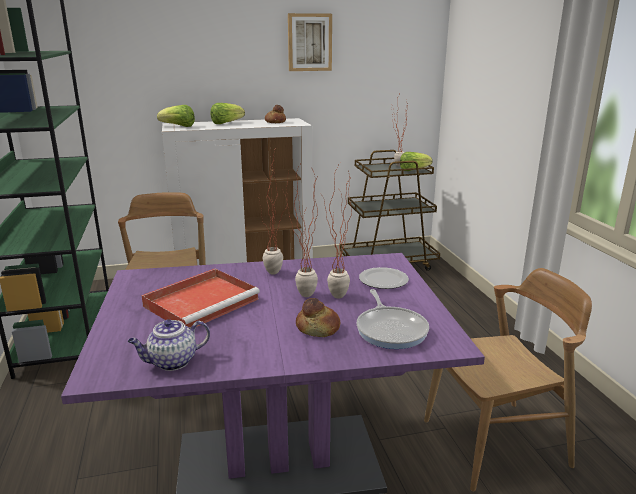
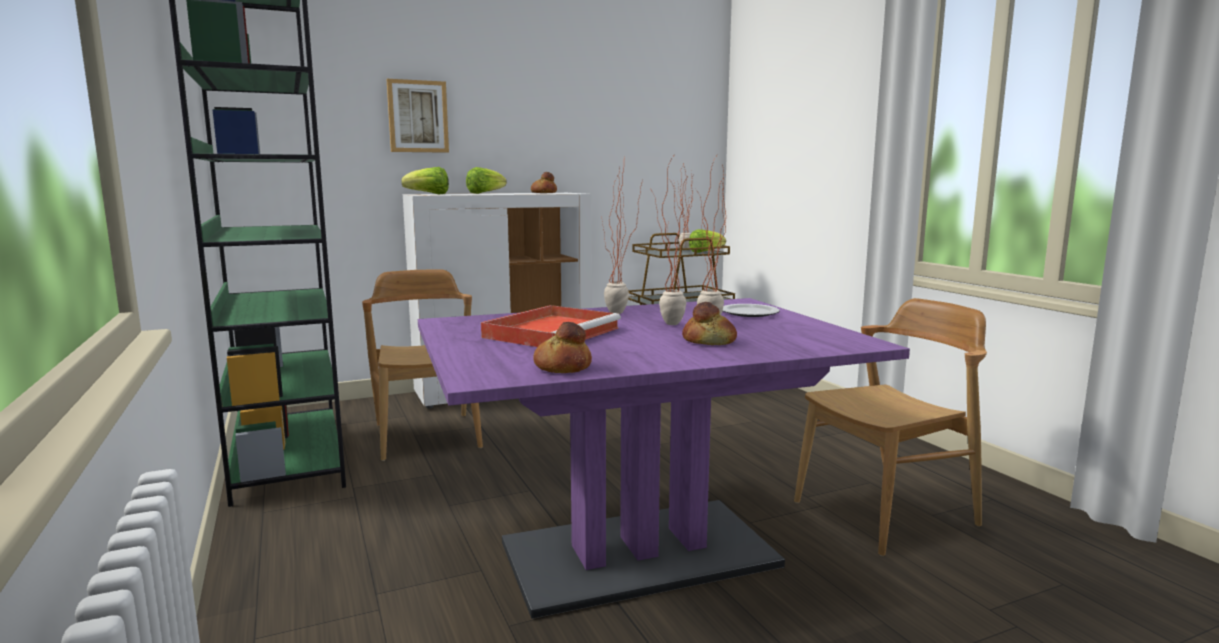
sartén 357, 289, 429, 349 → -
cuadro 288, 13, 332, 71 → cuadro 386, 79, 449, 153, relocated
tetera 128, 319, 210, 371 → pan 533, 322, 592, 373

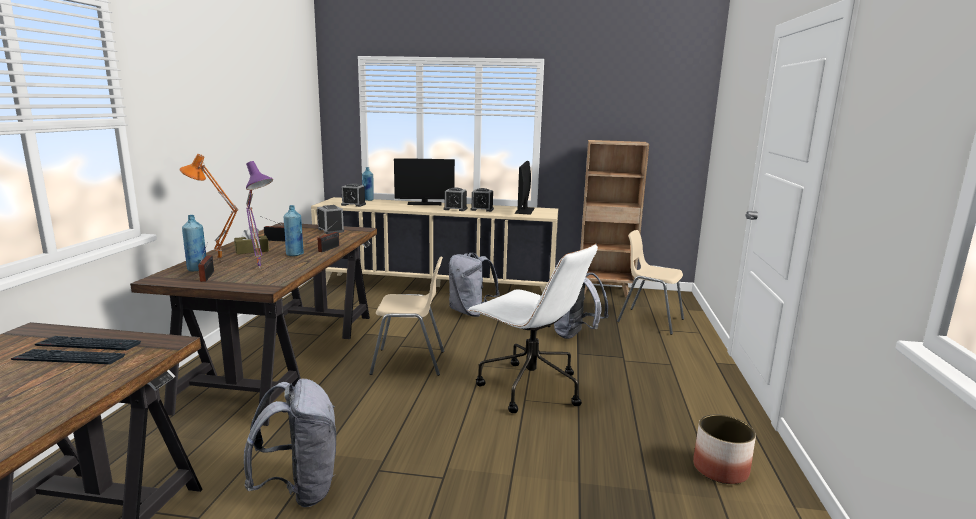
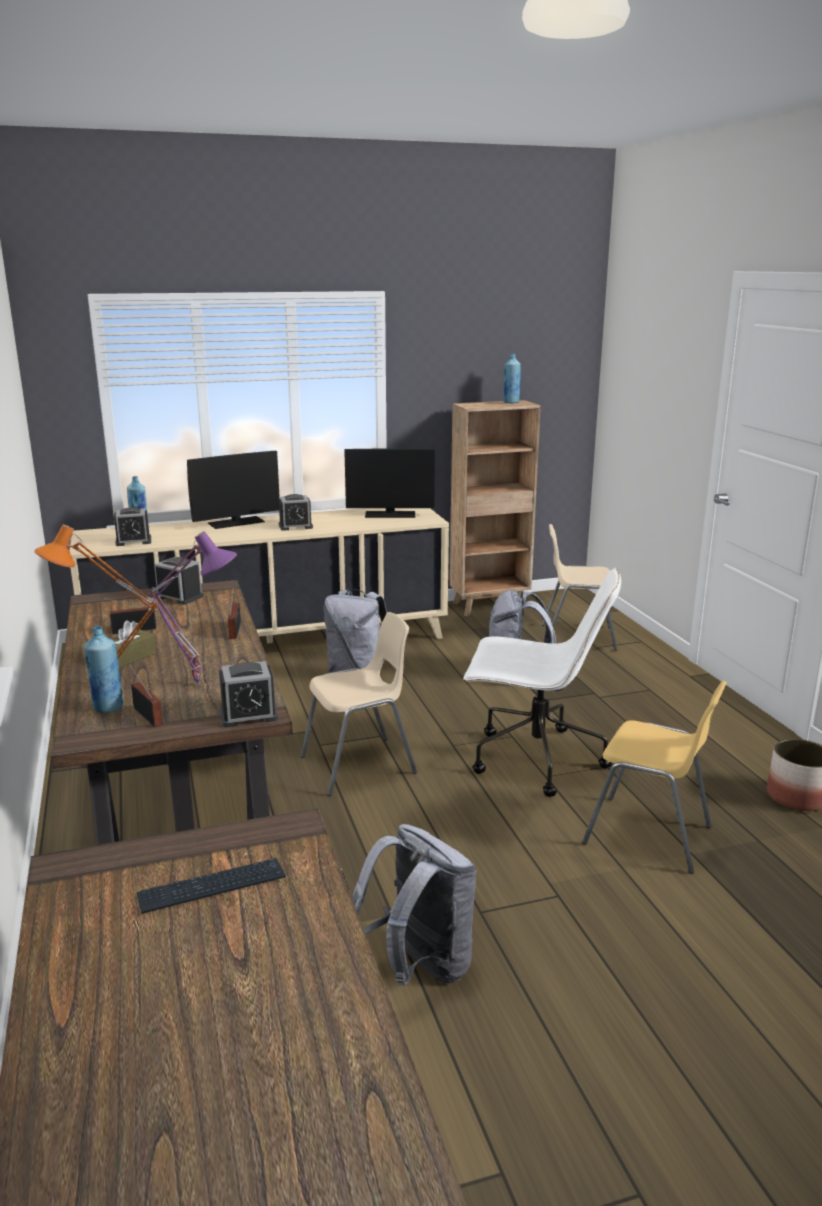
teclado 35, 336, 141, 350 → -
- → silla [amarillo] 582, 681, 727, 874
botella [azul] 284, 205, 304, 256 → botella [azul] 504, 353, 521, 404, relocated
despertador 470, 188, 494, 212 → despertador 219, 661, 278, 728, relocated
monitor 515, 161, 534, 215 → monitor 344, 449, 435, 518, 75 degrees counterclockwise

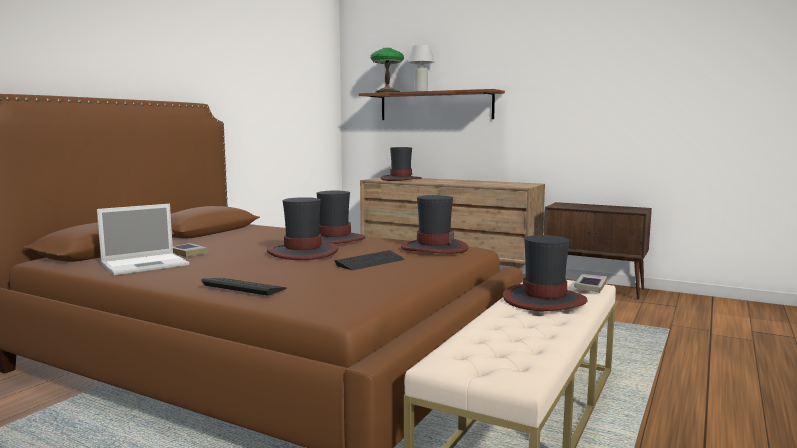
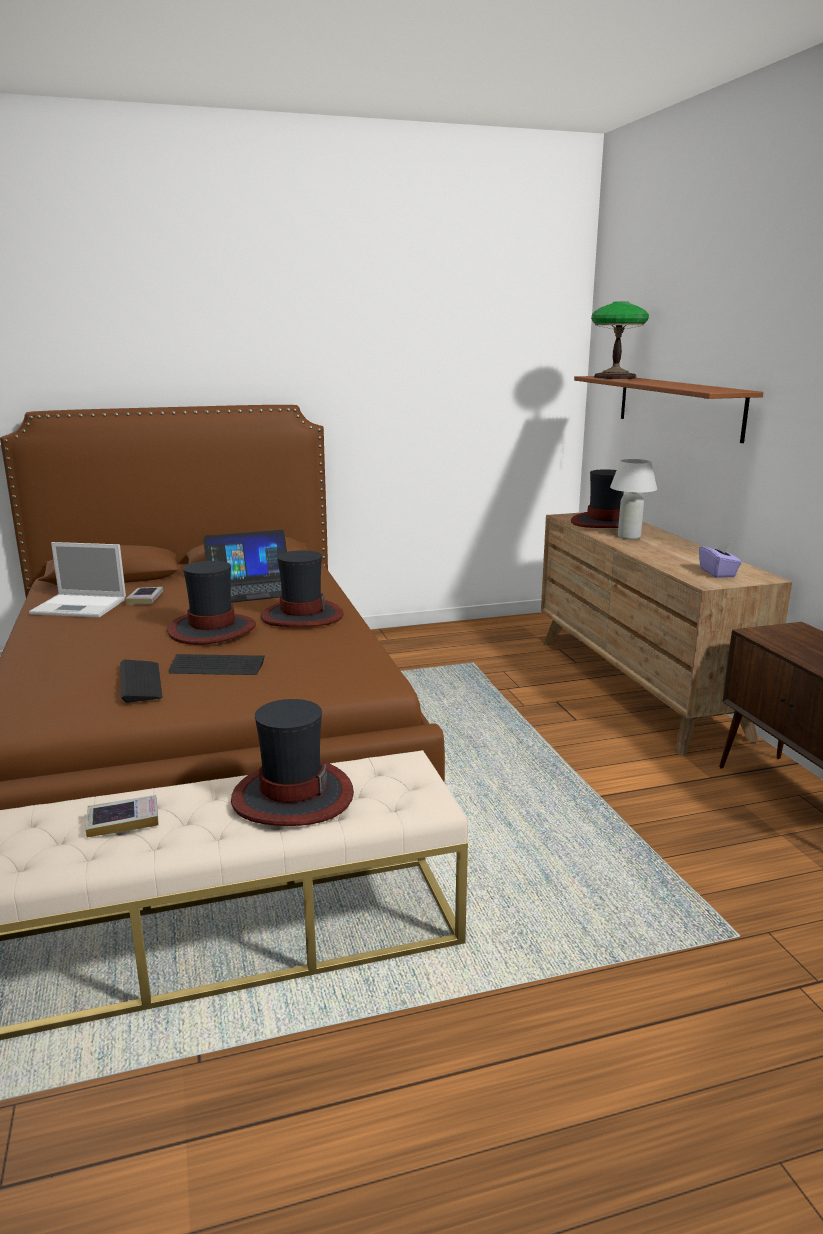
sombrero 401, 195, 468, 254 → -
- → portátil 203, 530, 287, 603
- → caja de pañuelos [morado] 699, 540, 742, 578
teclado 201, 278, 287, 296 → teclado 120, 660, 163, 703, relocated
lámpara de mesa [blanco] 408, 45, 435, 91 → lámpara de mesa [blanco] 610, 459, 657, 540, relocated
libro 574, 274, 607, 293 → libro 86, 795, 159, 838, relocated

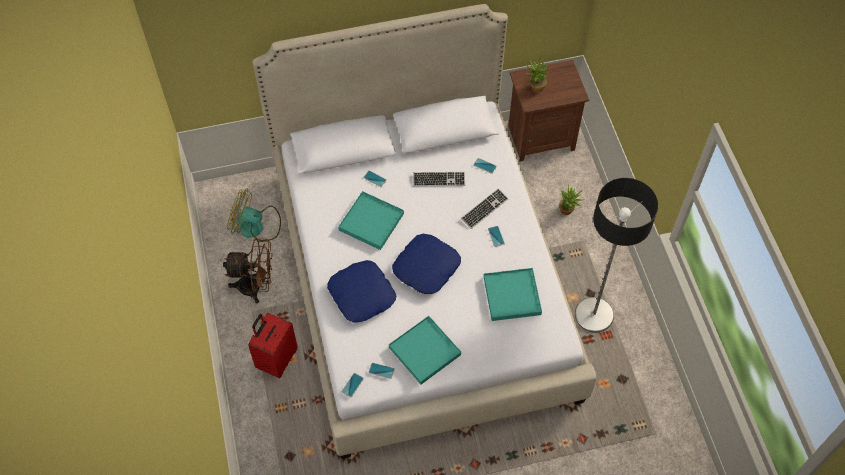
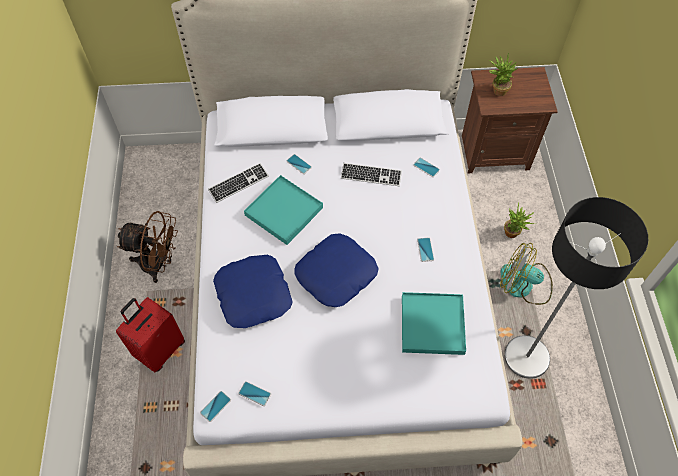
bandeja [turquesa] 389, 316, 461, 385 → -
ventilador 227, 189, 281, 241 → ventilador 500, 243, 553, 305, relocated
teclado 461, 188, 509, 229 → teclado 208, 163, 269, 203, relocated

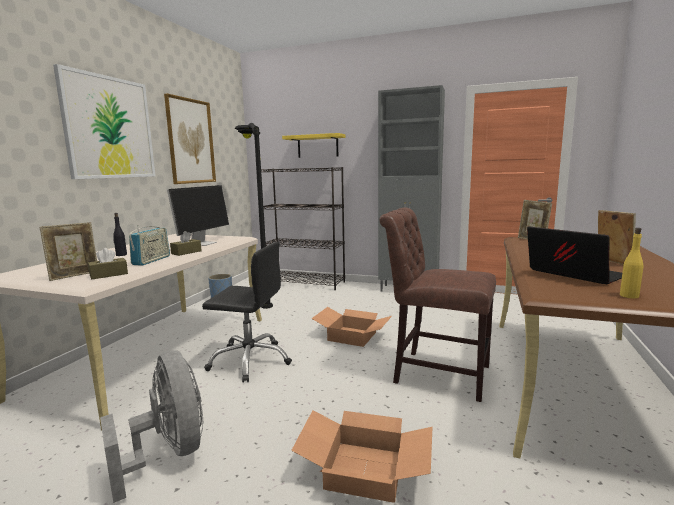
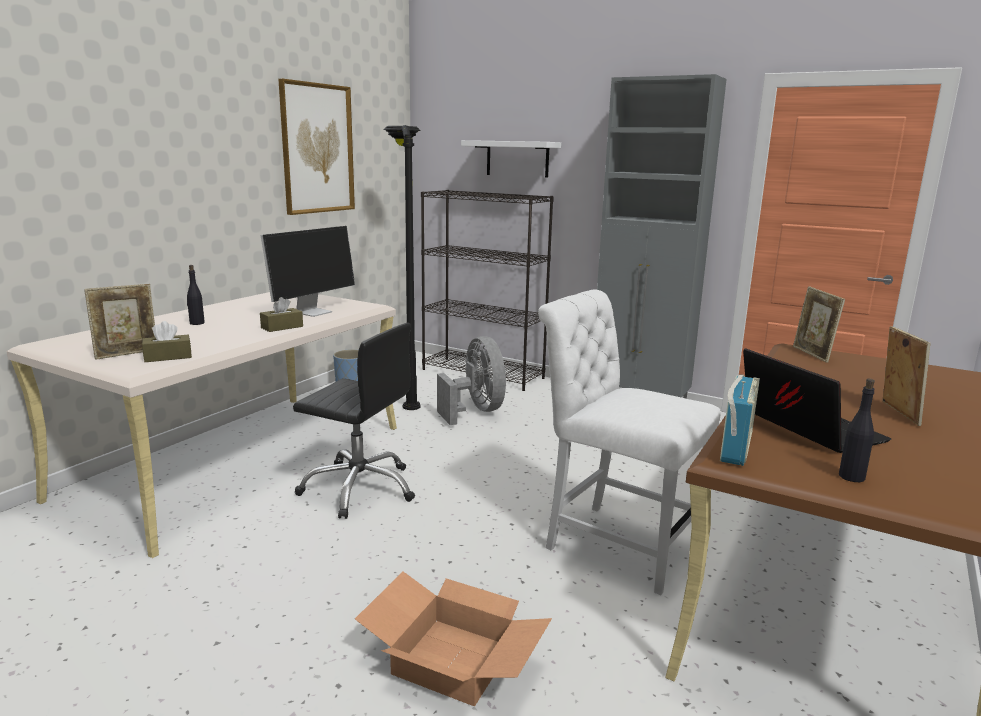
cuadro 53, 64, 156, 179 → -
caja de cartón 311, 307, 392, 347 → -
ventilador [gris] 100, 351, 203, 503 → ventilador [gris] 437, 336, 506, 425, relocated
radio 129, 225, 170, 266 → radio 720, 375, 760, 466, relocated
estante [amarillo] 282, 133, 346, 158 → estante [blanco] 461, 140, 561, 178
silla [marrón] 379, 208, 496, 402 → silla [blanco] 538, 289, 721, 595
botella [amarillo] 620, 228, 643, 299 → botella [negro] 839, 379, 875, 482

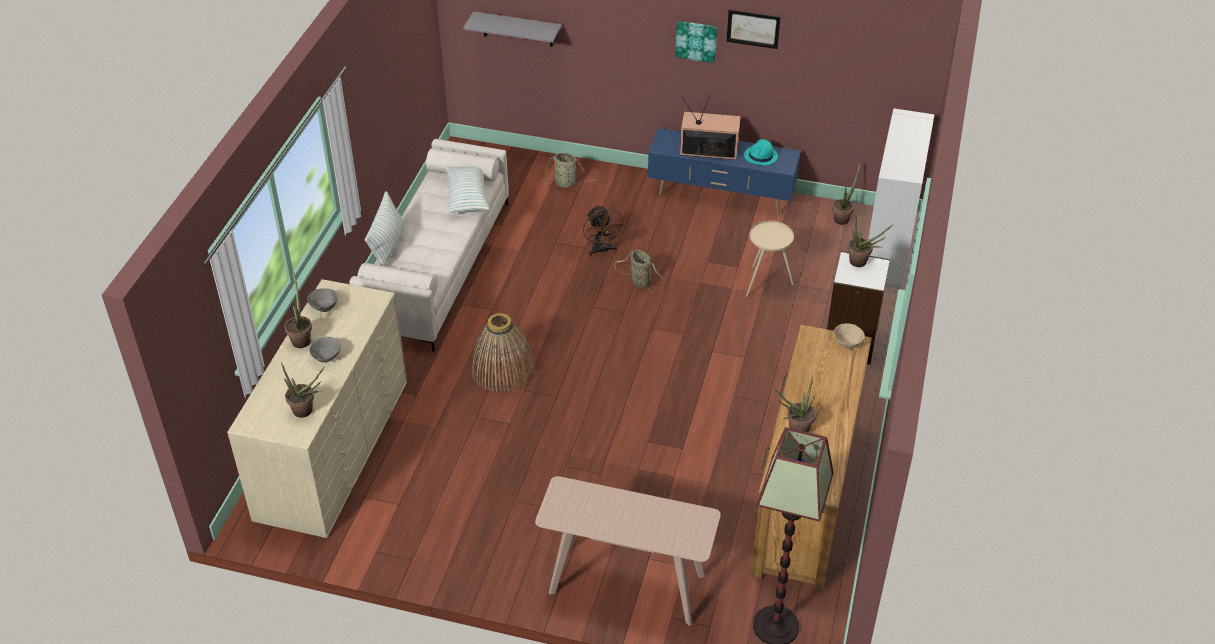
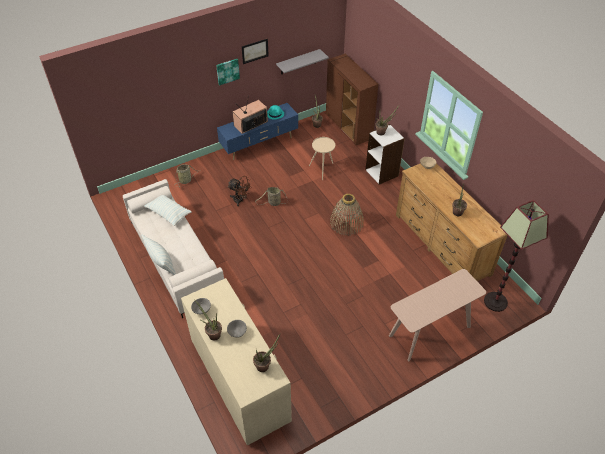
estante [gris] 463, 11, 561, 46 → estante [gris] 276, 49, 329, 75, relocated
cesta 471, 313, 535, 393 → cesta 330, 194, 364, 235, relocated
armario [blanco] 868, 108, 934, 289 → armario [marrón] 326, 54, 378, 145

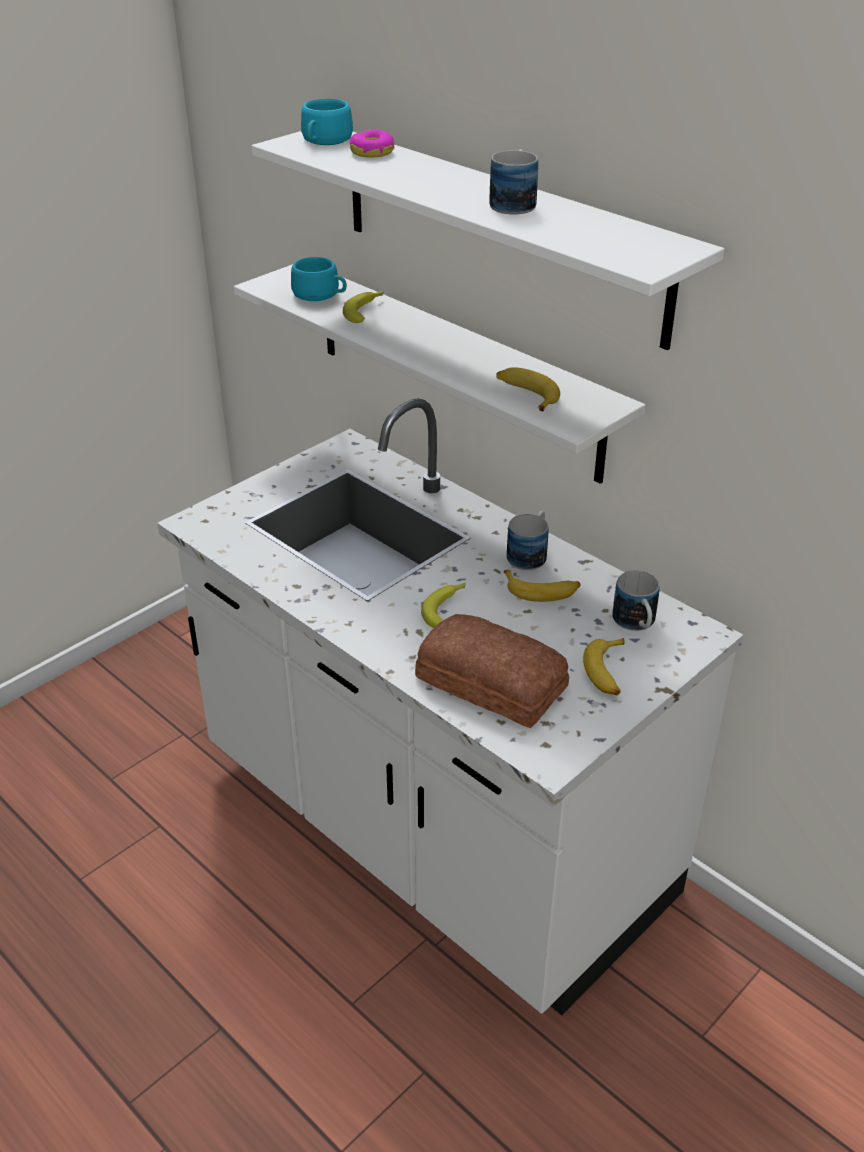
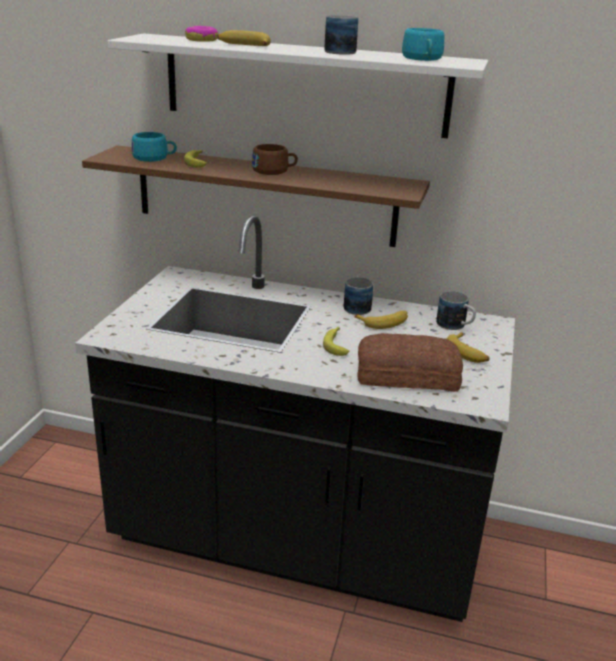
- → taza [marrón] 252, 144, 298, 175
taza [turquesa] 301, 99, 353, 145 → taza [turquesa] 402, 28, 444, 61, relocated
plátano 496, 367, 560, 411 → plátano 218, 30, 271, 46, relocated
mueble bajo de cocina [blanco] 157, 398, 743, 1015 → mueble bajo de cocina [negro] 75, 215, 515, 622
estante [blanco] 234, 264, 646, 484 → estante [marrón] 82, 145, 430, 247

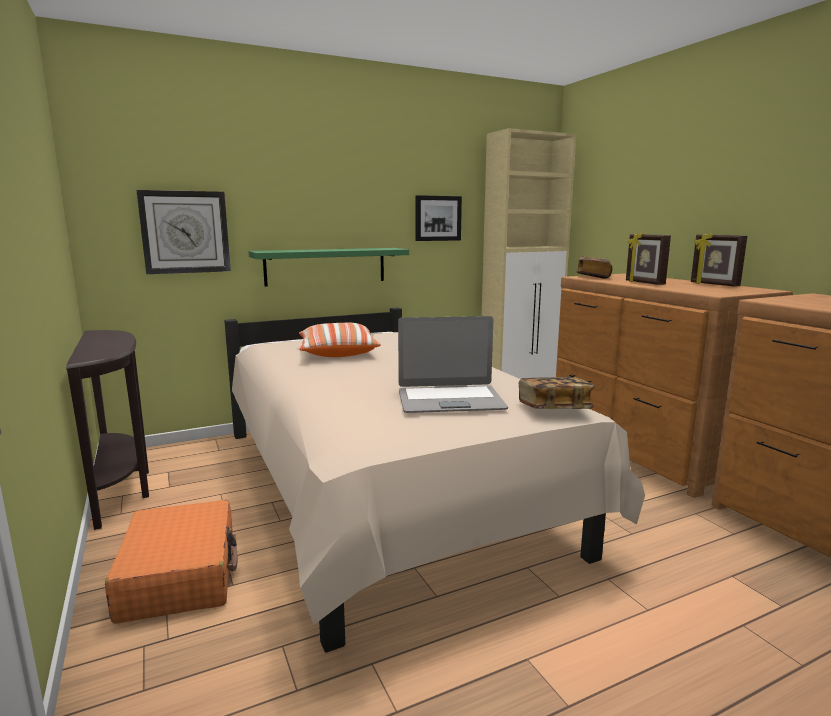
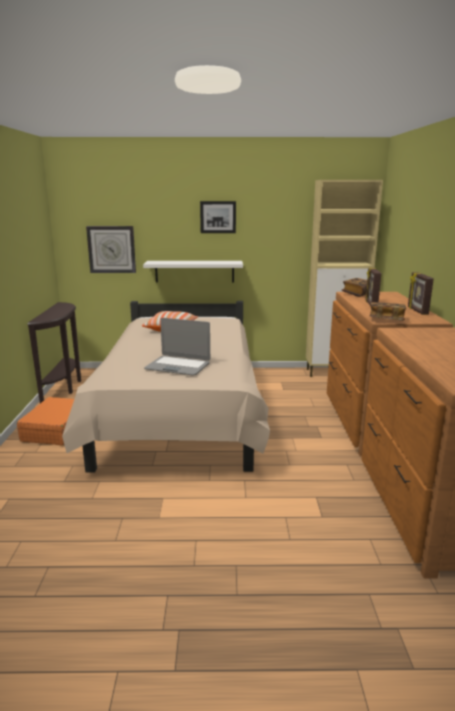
cuadro 415, 195, 462, 241 → cuadro 200, 201, 236, 233, relocated
libro 519, 377, 595, 409 → libro 370, 302, 406, 320, relocated
estante [verde] 248, 248, 409, 287 → estante [blanco] 143, 261, 243, 283

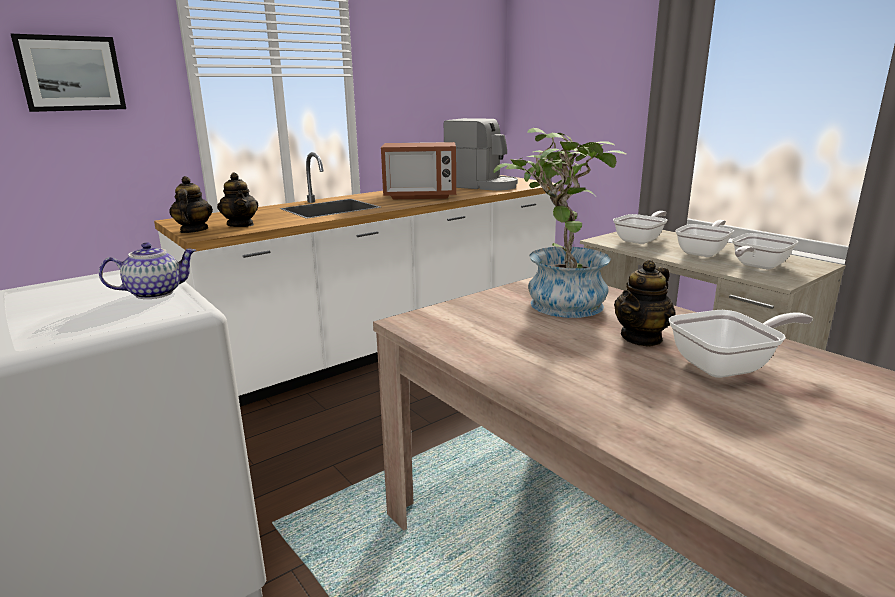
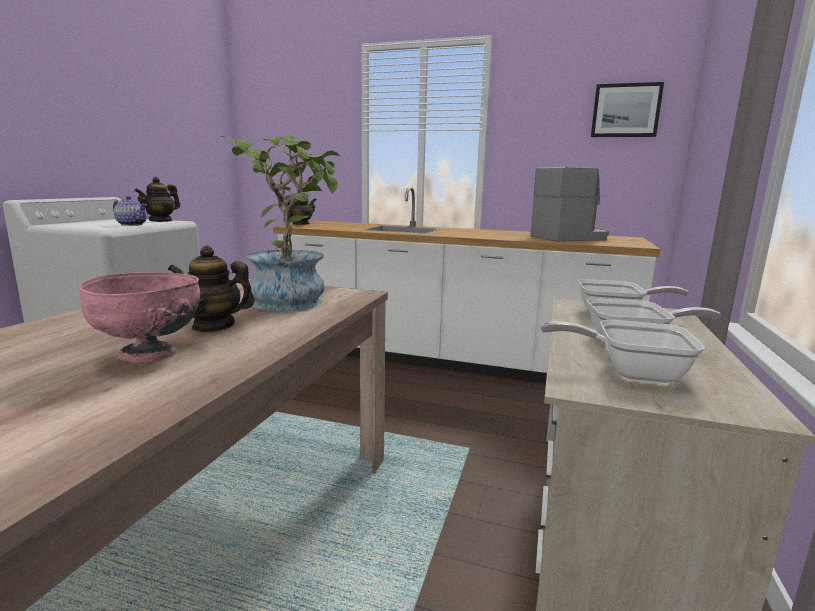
microondas 381, 142, 456, 199 → -
cuadro 11, 34, 126, 112 → cuadro 591, 82, 664, 137, relocated
tetera 217, 173, 259, 227 → tetera 134, 177, 180, 222, relocated
sartén 669, 310, 813, 378 → cuenco [rosa] 79, 272, 201, 363
cafetera 444, 118, 518, 191 → cafetera 530, 167, 609, 242, 105 degrees counterclockwise

